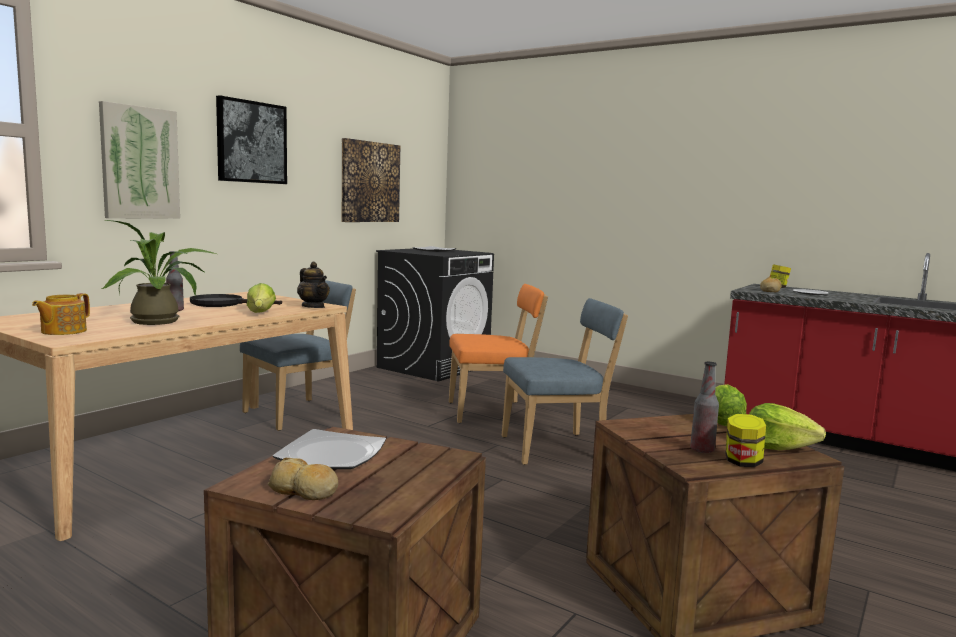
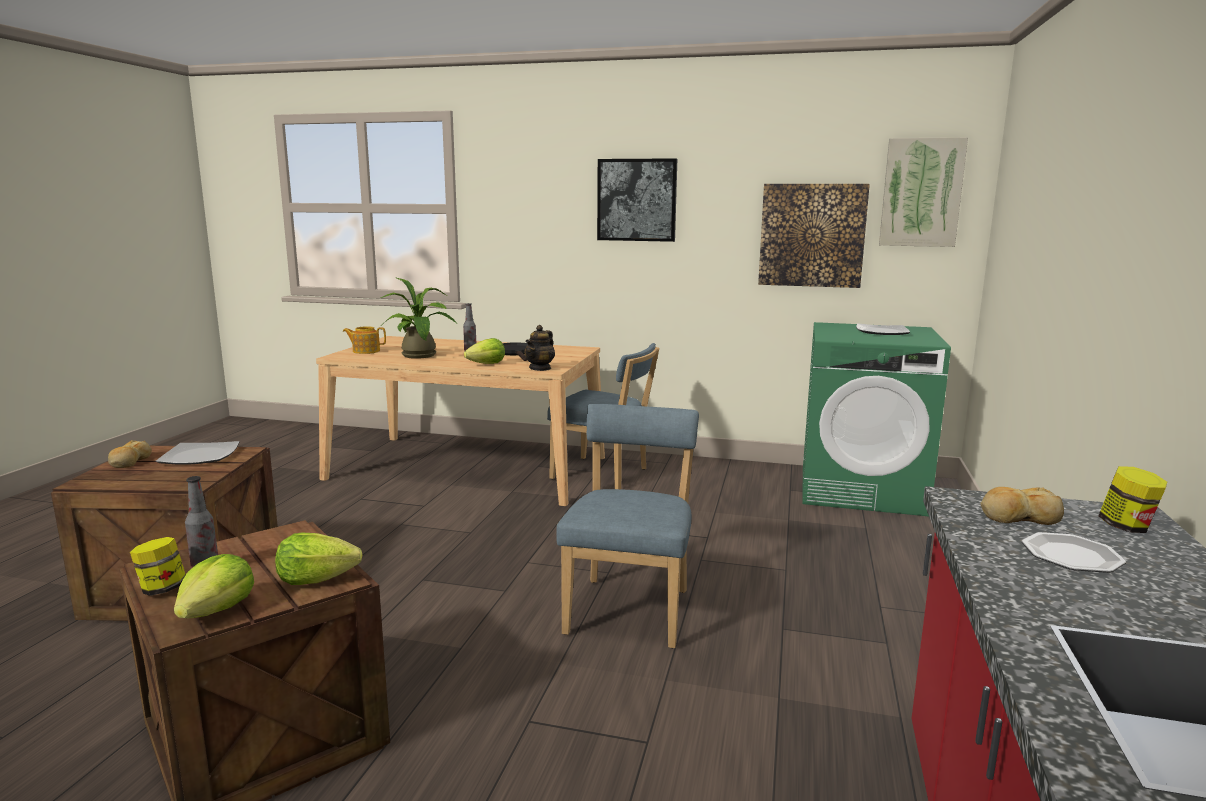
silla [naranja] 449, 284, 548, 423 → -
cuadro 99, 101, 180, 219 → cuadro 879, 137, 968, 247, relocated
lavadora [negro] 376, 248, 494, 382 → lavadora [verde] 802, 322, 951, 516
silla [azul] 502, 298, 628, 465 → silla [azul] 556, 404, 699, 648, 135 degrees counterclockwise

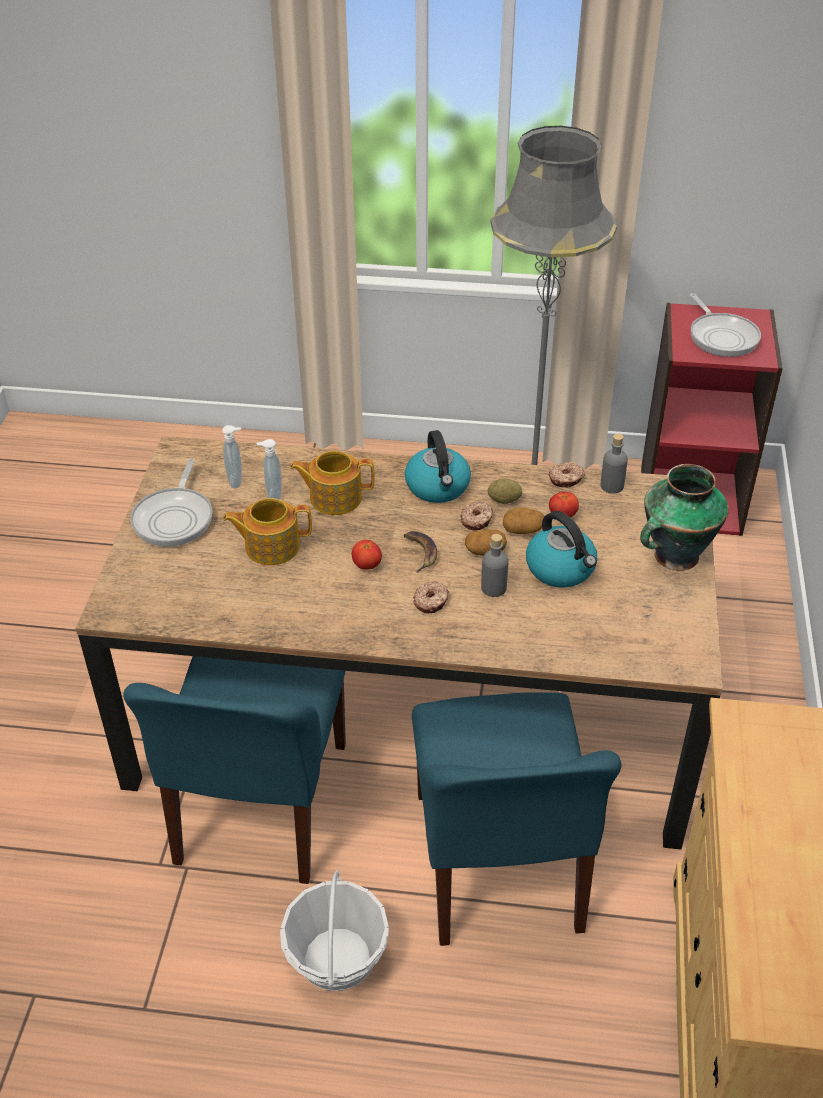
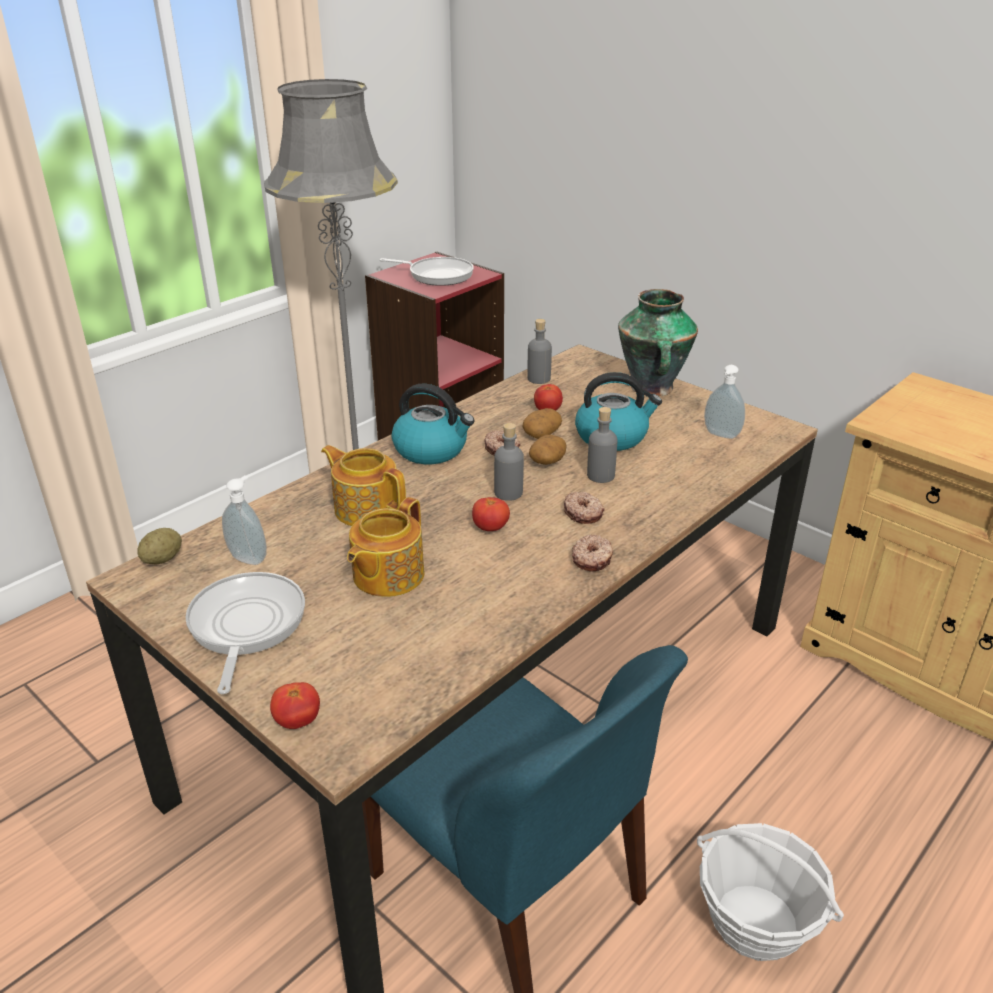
silla [azul] 412, 692, 621, 946 → -
- → tomate 270, 682, 320, 729
dispensador de jabón 256, 439, 282, 499 → dispensador de jabón 704, 365, 745, 439, relocated
patata 488, 479, 522, 504 → patata 137, 528, 182, 564, relocated
rosquilla 549, 462, 585, 488 → rosquilla 572, 535, 613, 572, relocated
plátano 404, 531, 437, 573 → botella [gris] 494, 423, 524, 501
sartén 130, 459, 213, 547 → sartén 185, 572, 305, 694, 135 degrees counterclockwise
tetera 290, 450, 375, 515 → tetera 321, 445, 406, 526, 90 degrees clockwise

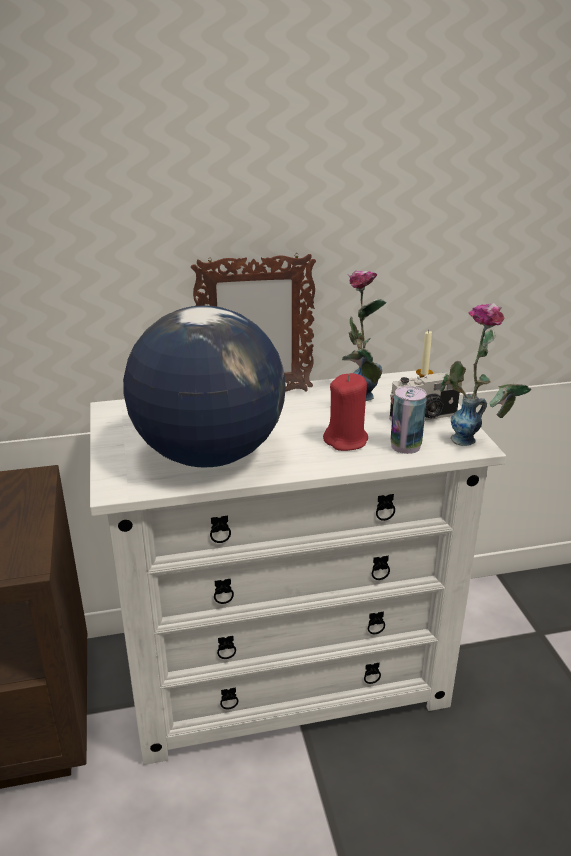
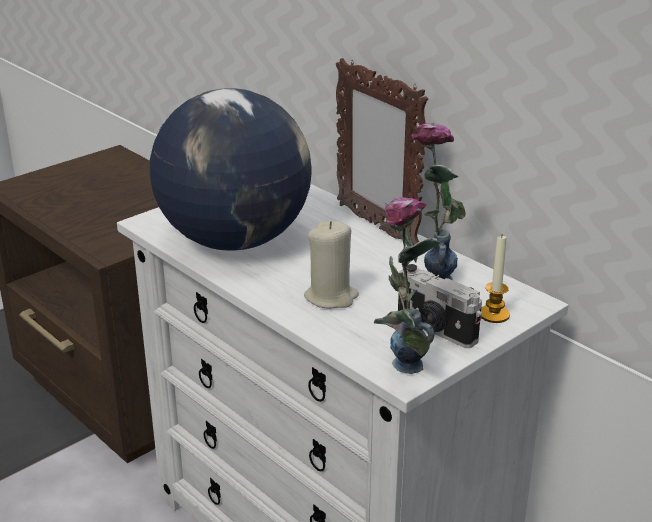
lata 391, 386, 427, 454 → -
vela [rojo] 323, 373, 368, 451 → vela [beis] 304, 221, 359, 309

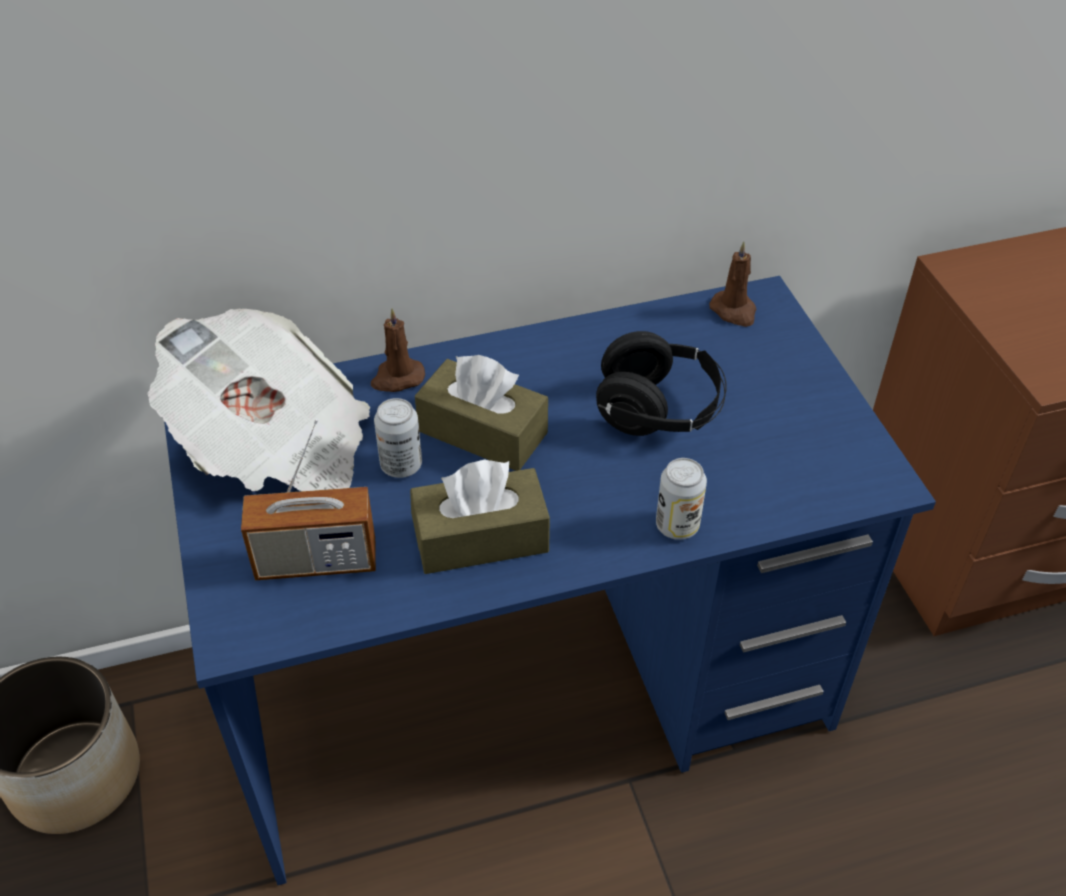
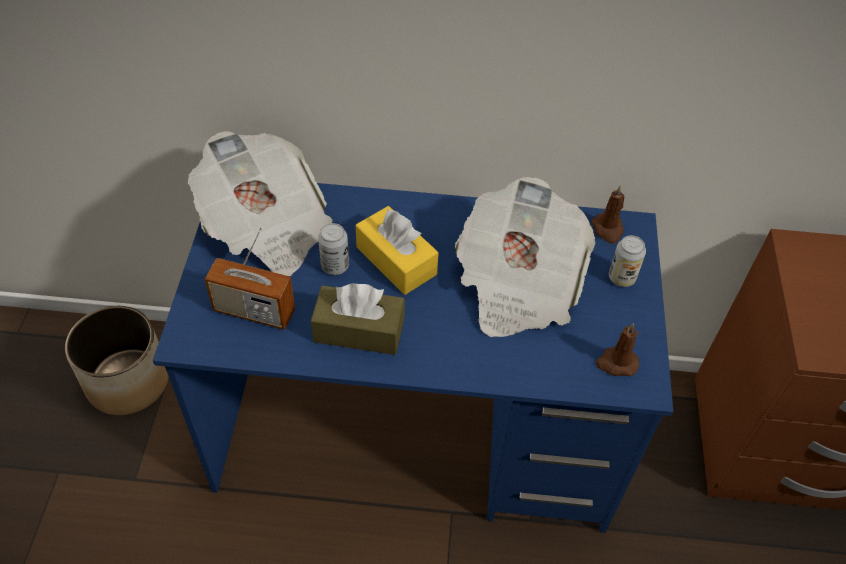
vela [marrón] 371, 308, 425, 392 → vela [marrón] 596, 323, 639, 376, relocated
lata 656, 458, 707, 540 → lata 609, 235, 646, 287, relocated
auriculares [negro] 596, 331, 727, 436 → periódico 455, 177, 595, 337
caja de pañuelos [marrón] 415, 355, 548, 471 → caja de pañuelos [amarillo] 356, 206, 439, 295

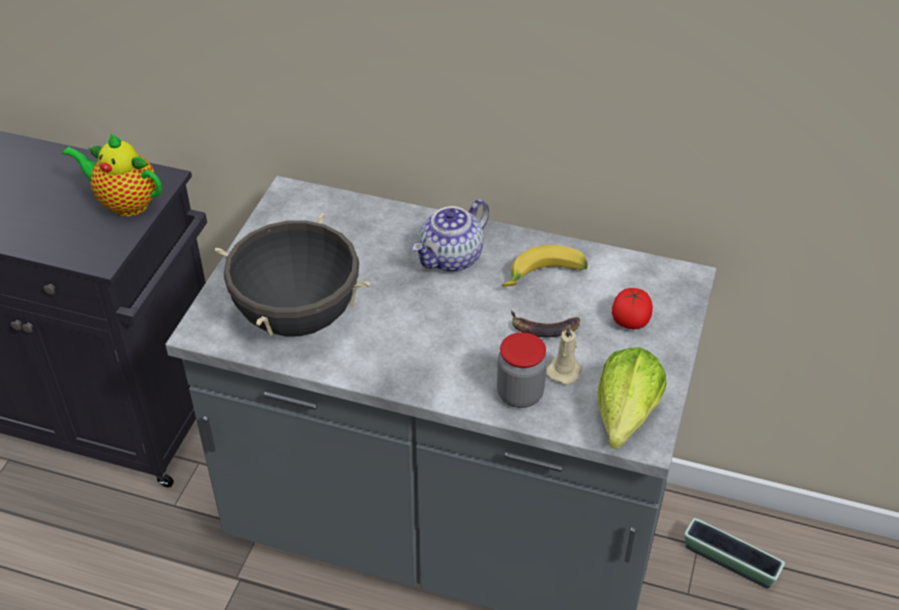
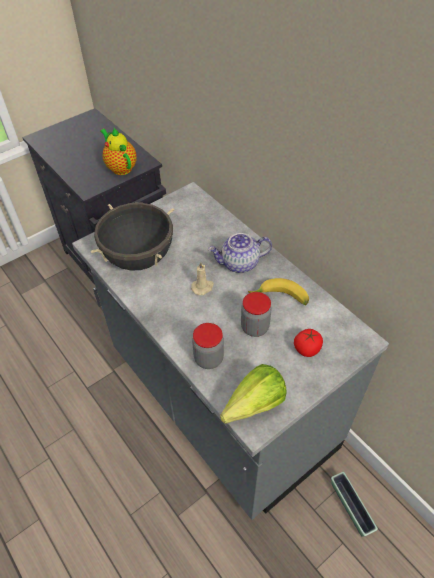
vela [beis] 546, 325, 582, 385 → vela [beis] 191, 262, 214, 295, relocated
plátano 511, 310, 580, 338 → tarro 241, 292, 271, 337

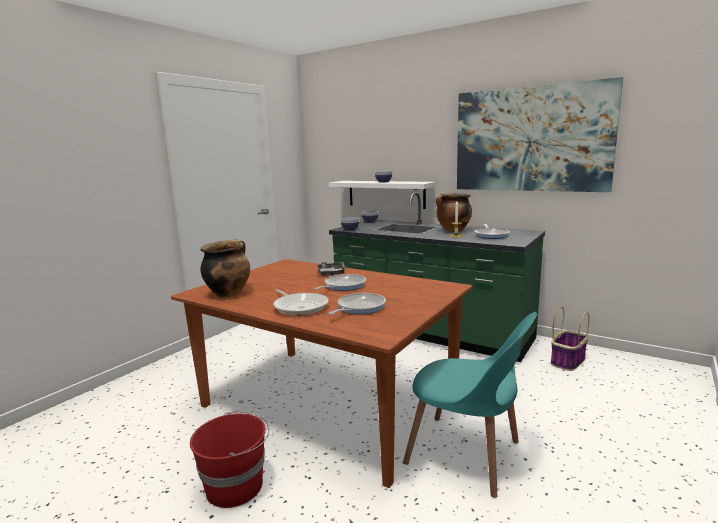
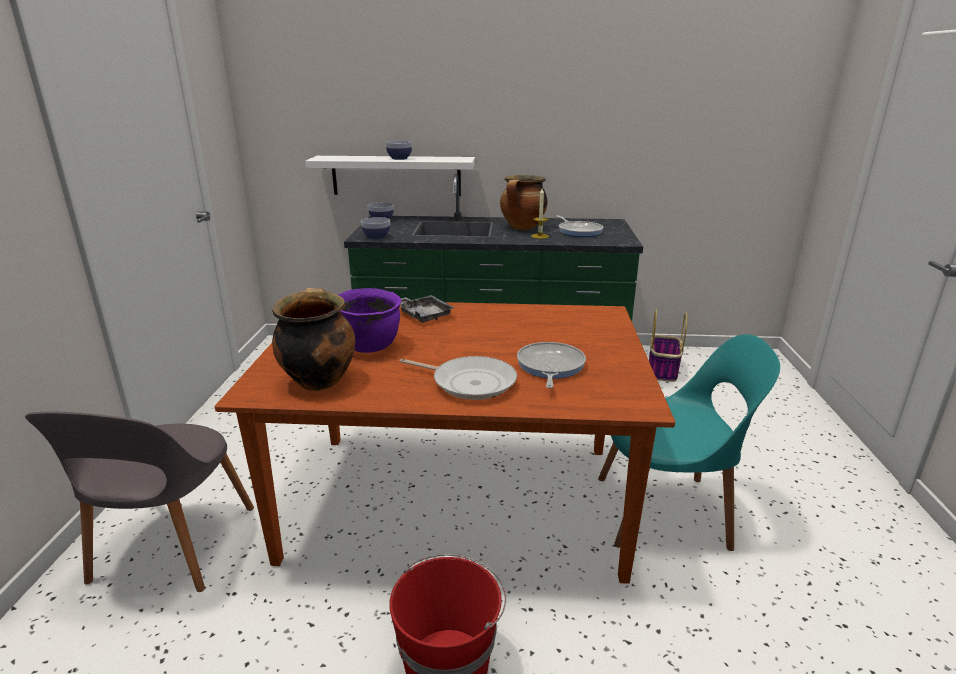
sartén 314, 274, 366, 291 → -
cuadro 457, 77, 623, 192 → -
- → silla [gris] 25, 412, 254, 592
- → olla [morado] 338, 288, 401, 353

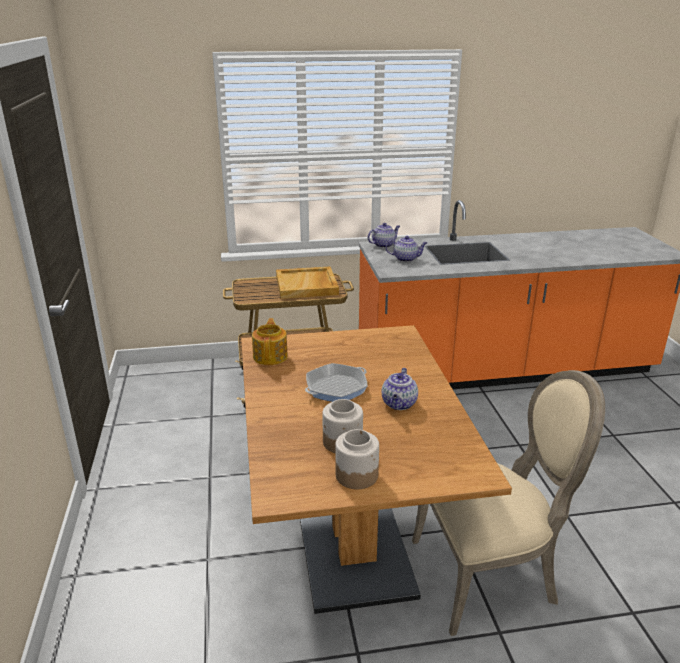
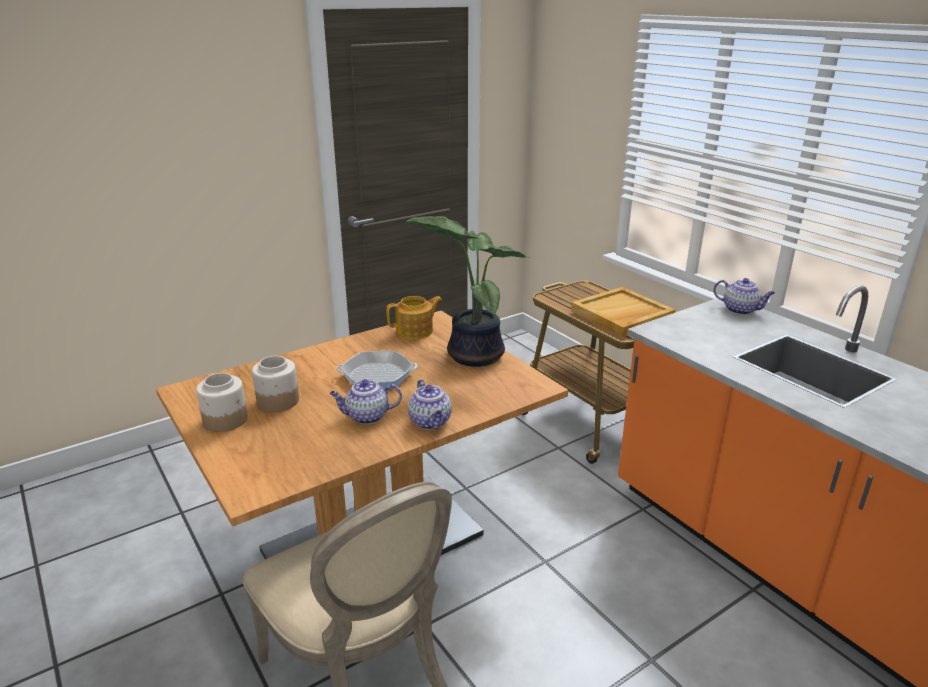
- → planta en maceta 406, 216, 530, 367
tetera 386, 236, 427, 262 → tetera 408, 379, 452, 430, relocated
sartén 305, 363, 368, 402 → sartén 336, 351, 418, 389, 150 degrees clockwise

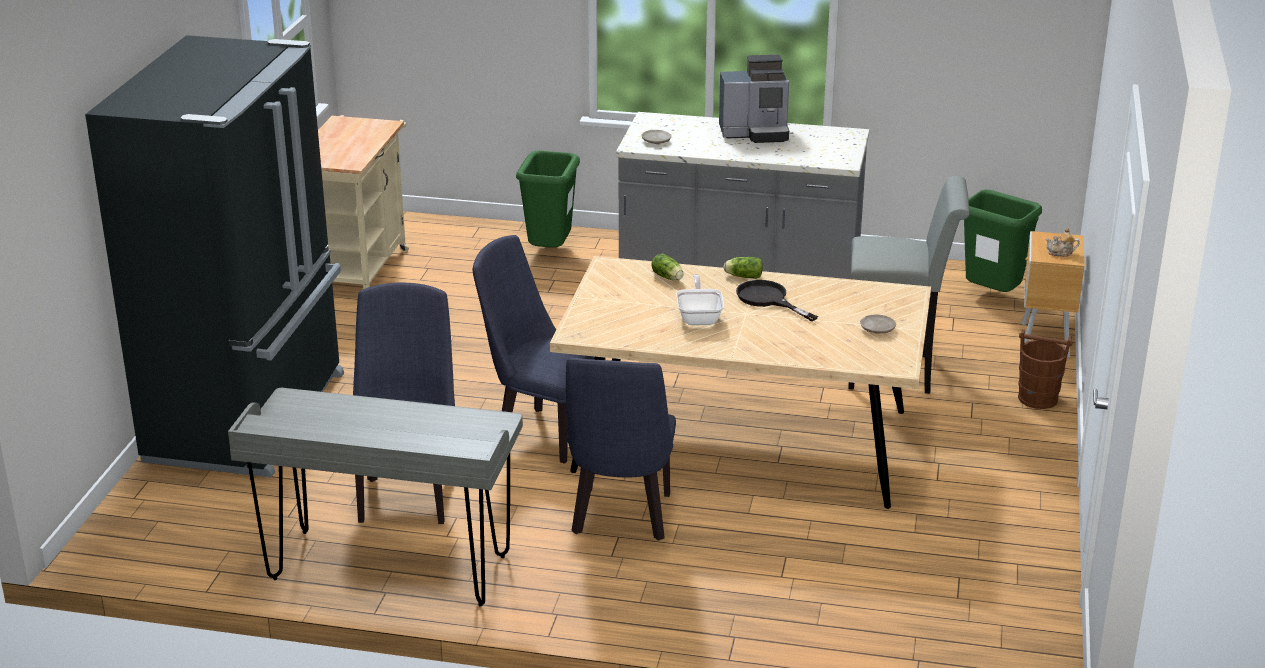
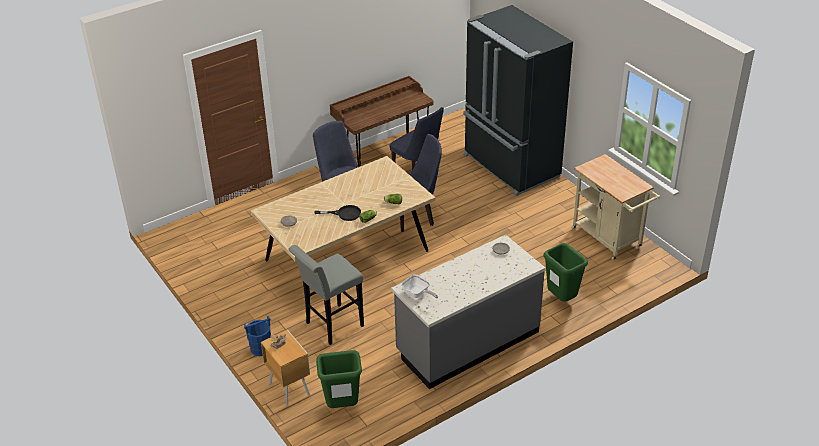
cafetera 719, 55, 789, 143 → -
sartén 676, 274, 724, 325 → sartén 401, 274, 438, 298, relocated
escritorio [gris] 228, 388, 523, 607 → escritorio [marrón] 330, 76, 434, 167
cubo [marrón] 1018, 329, 1072, 409 → cubo [azul] 244, 316, 271, 356

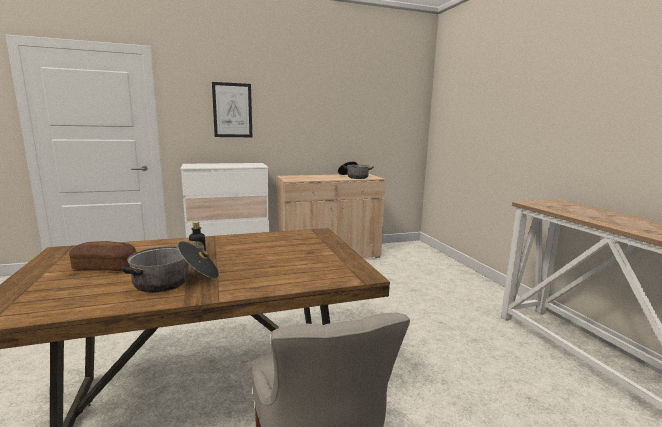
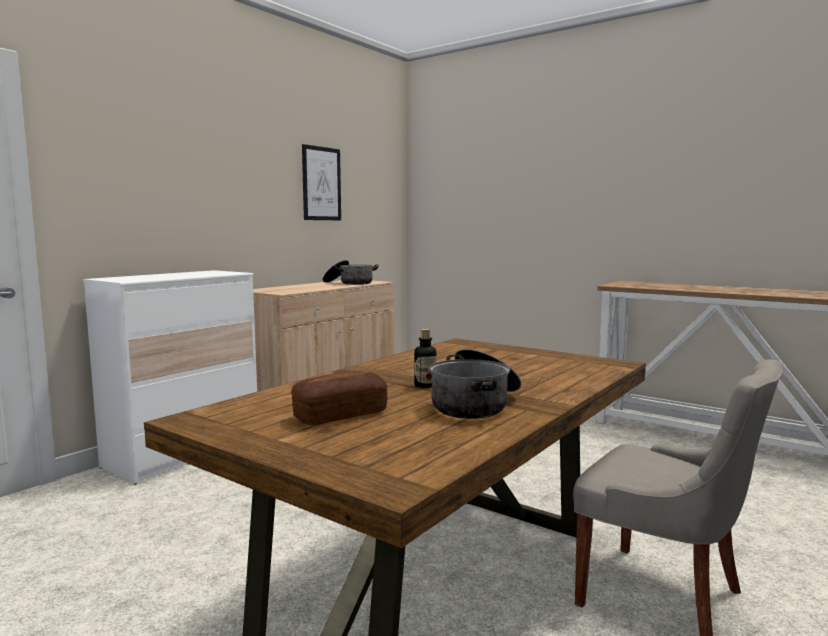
cuadro 212, 82, 252, 137 → cuadro 302, 144, 341, 220, relocated

